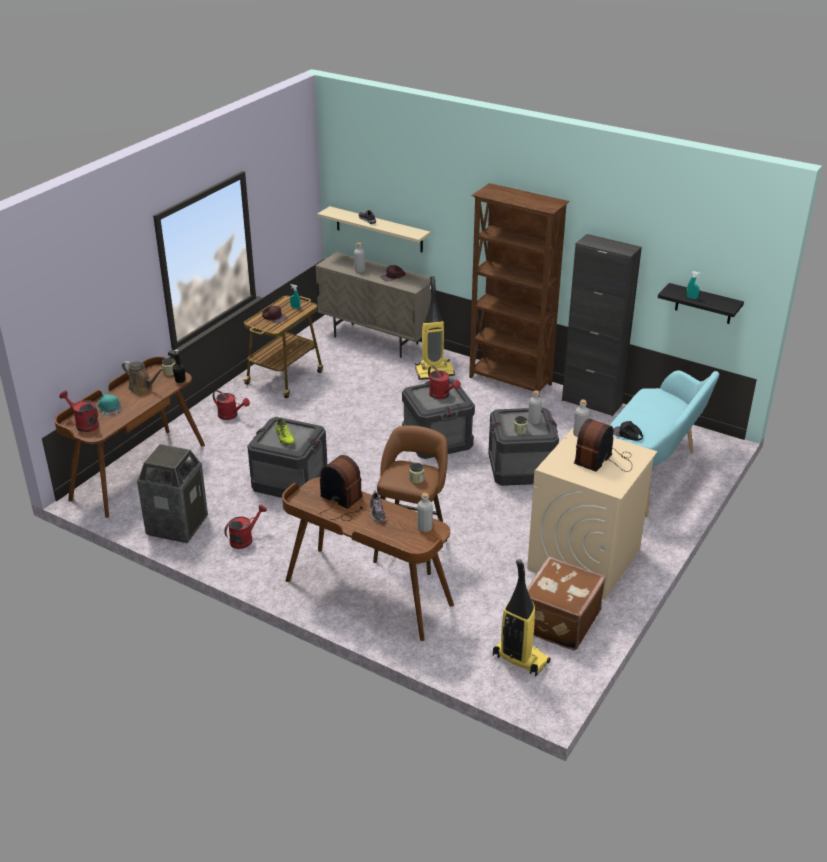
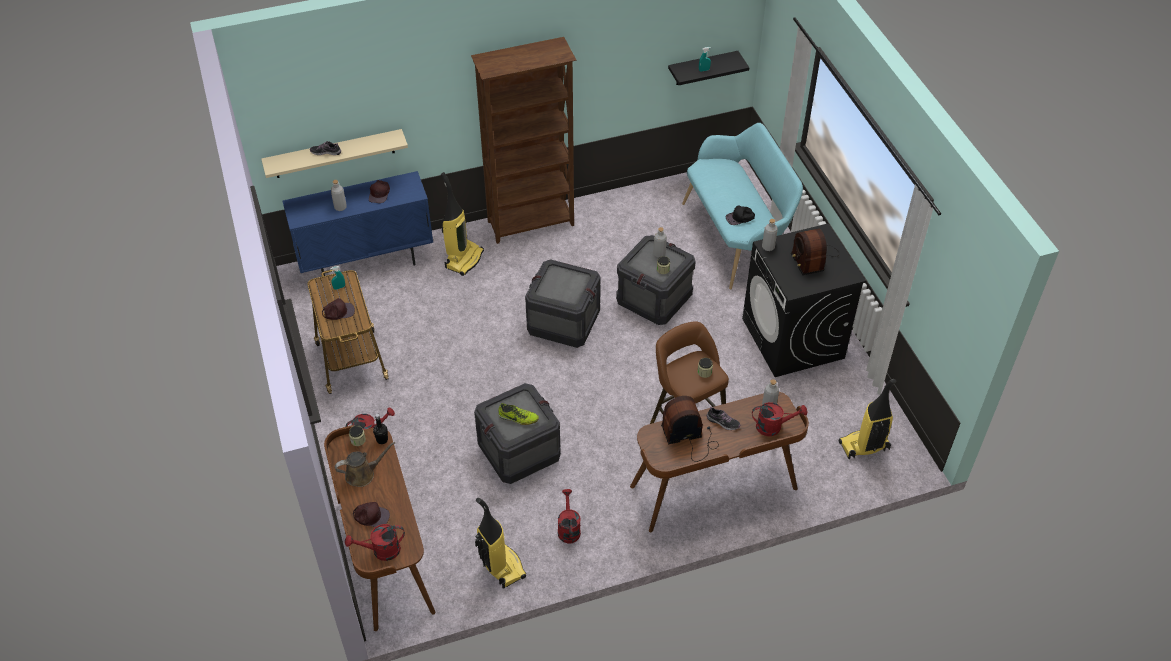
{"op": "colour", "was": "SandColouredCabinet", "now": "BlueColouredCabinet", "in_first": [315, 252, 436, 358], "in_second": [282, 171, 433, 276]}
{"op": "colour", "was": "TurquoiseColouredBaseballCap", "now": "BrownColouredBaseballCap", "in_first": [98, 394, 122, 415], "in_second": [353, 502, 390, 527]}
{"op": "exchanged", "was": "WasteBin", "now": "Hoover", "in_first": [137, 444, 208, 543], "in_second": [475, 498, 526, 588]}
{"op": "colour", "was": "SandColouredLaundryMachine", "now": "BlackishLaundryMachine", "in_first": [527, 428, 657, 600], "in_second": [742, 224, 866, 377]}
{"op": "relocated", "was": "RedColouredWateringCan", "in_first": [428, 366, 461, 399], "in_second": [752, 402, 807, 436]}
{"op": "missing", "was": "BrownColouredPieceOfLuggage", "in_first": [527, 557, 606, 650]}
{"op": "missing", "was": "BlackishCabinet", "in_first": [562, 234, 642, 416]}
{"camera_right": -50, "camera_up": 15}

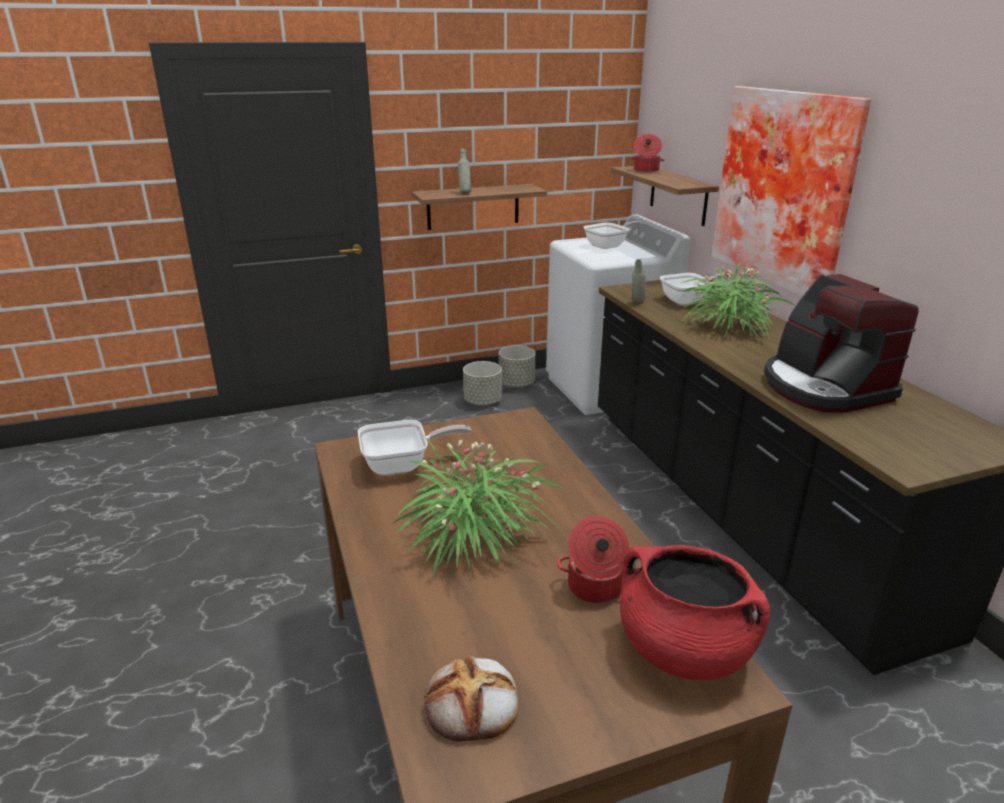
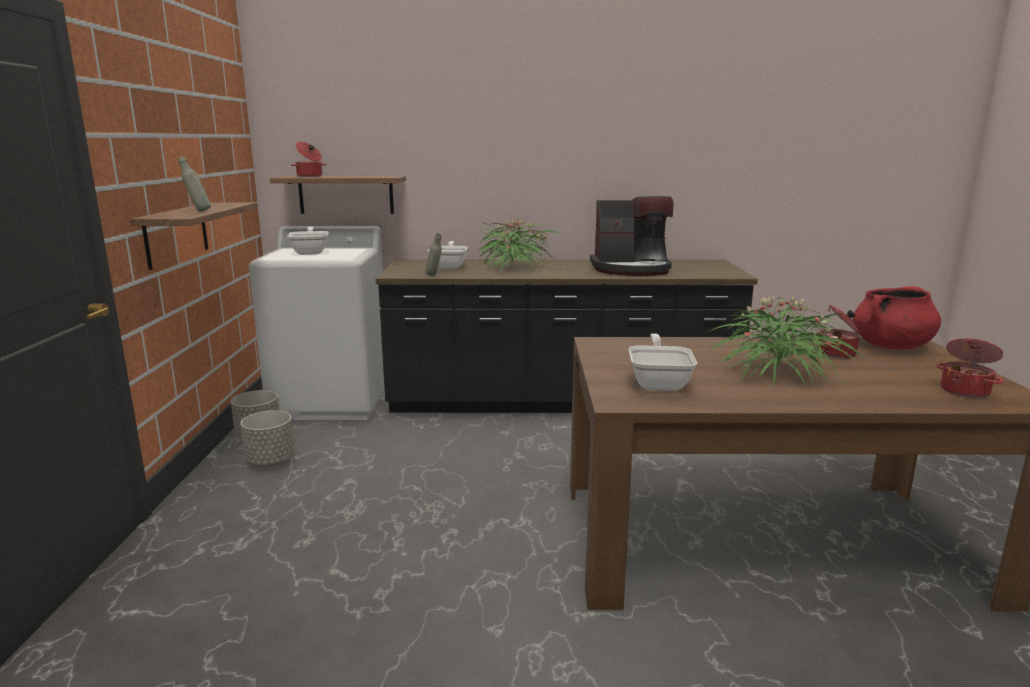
{"op": "exchanged", "was": "BakedBread", "now": "Saucepot", "in_first": [424, 656, 518, 741], "in_second": [937, 338, 1003, 398]}
{"op": "missing", "was": "Picture", "in_first": [712, 86, 871, 297]}
{"camera_right": -70, "camera_up": -10}

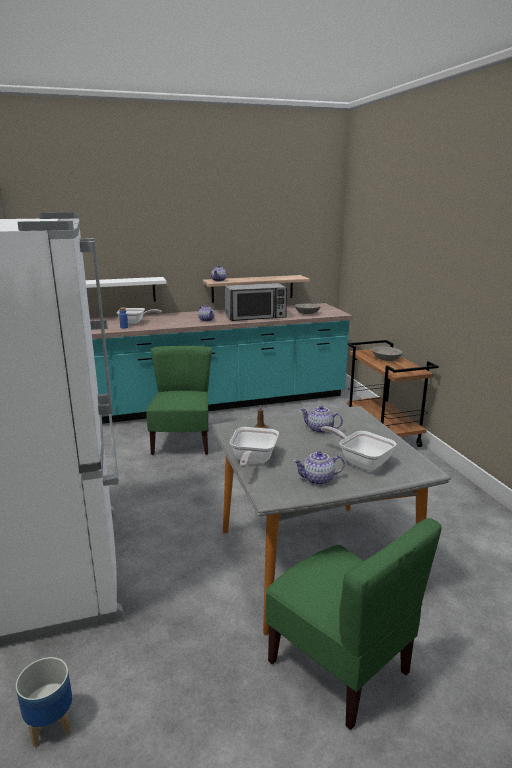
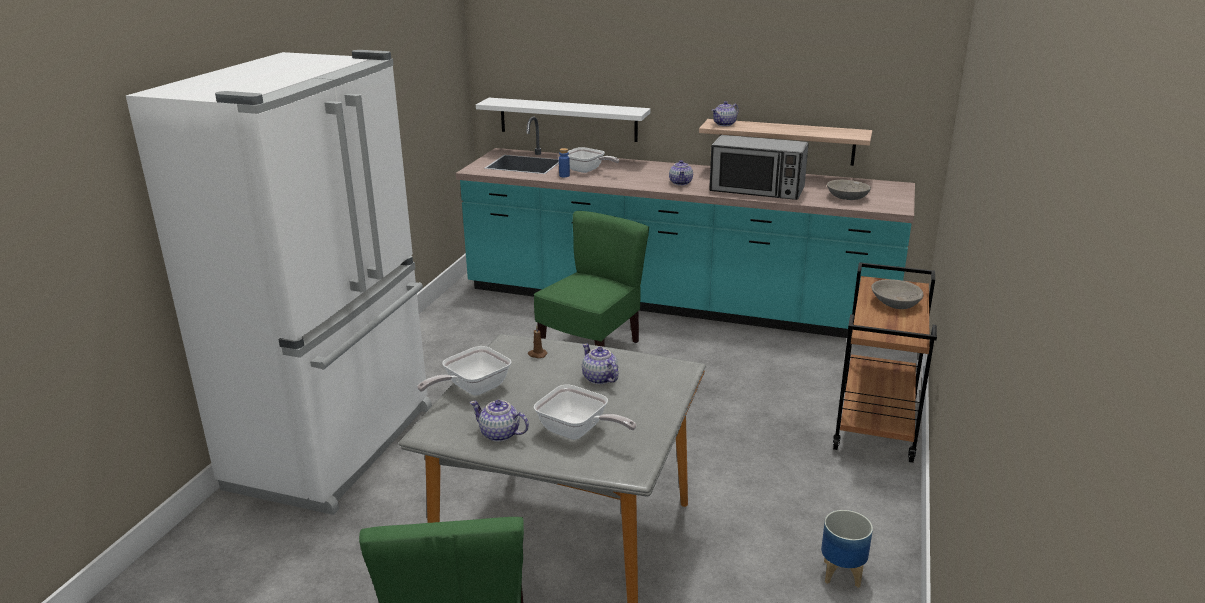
{"op": "spun", "was": "Pan", "in_first": [321, 426, 396, 471], "in_second": [534, 384, 636, 440], "clockwise": 135}
{"op": "relocated", "was": "PlantPot", "in_first": [16, 657, 72, 747], "in_second": [821, 510, 873, 588]}
{"camera_right": 35, "camera_up": 5}

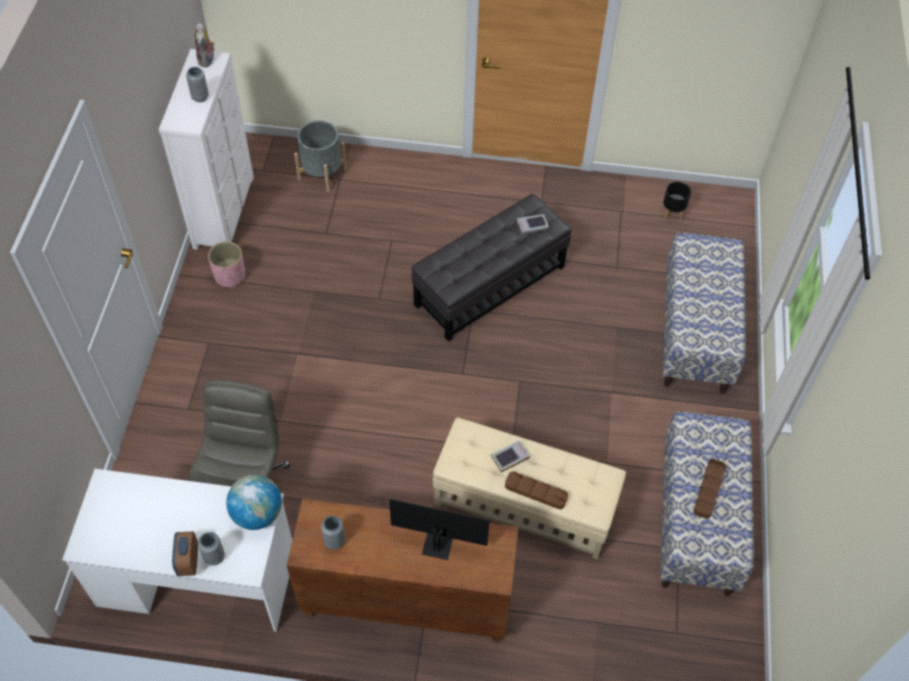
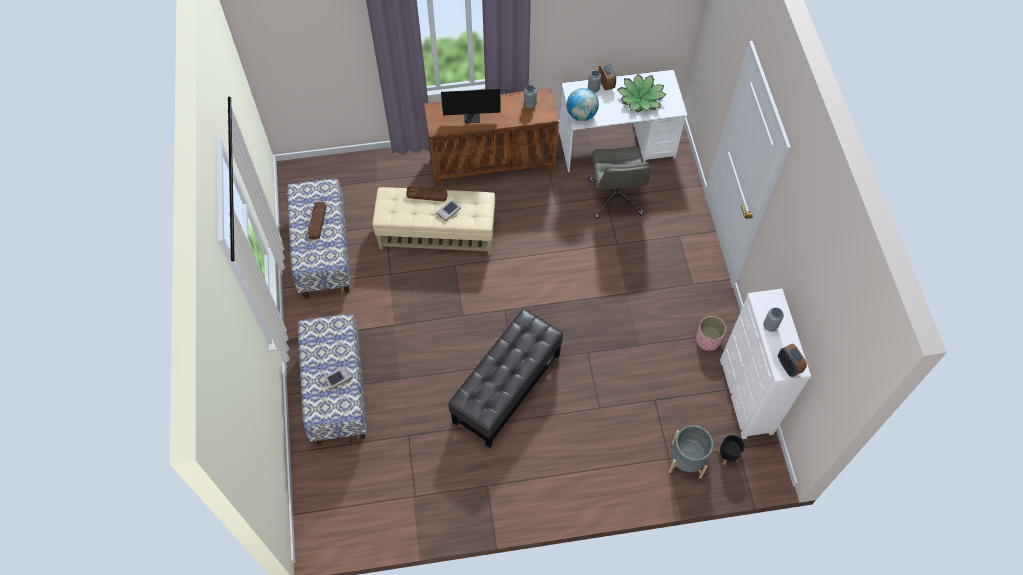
{"op": "relocated", "was": "Book", "in_first": [517, 214, 549, 234], "in_second": [324, 365, 352, 390]}
{"op": "appeared", "now": "PottedPlant", "in_second": [617, 74, 666, 113]}
{"op": "relocated", "was": "BlackishPlantPot", "in_first": [663, 181, 691, 220], "in_second": [718, 435, 745, 465]}
{"op": "exchanged", "was": "CuddlyToy", "now": "TableClock", "in_first": [195, 22, 215, 67], "in_second": [778, 344, 807, 377]}
{"camera_right": 165, "camera_up": 5}

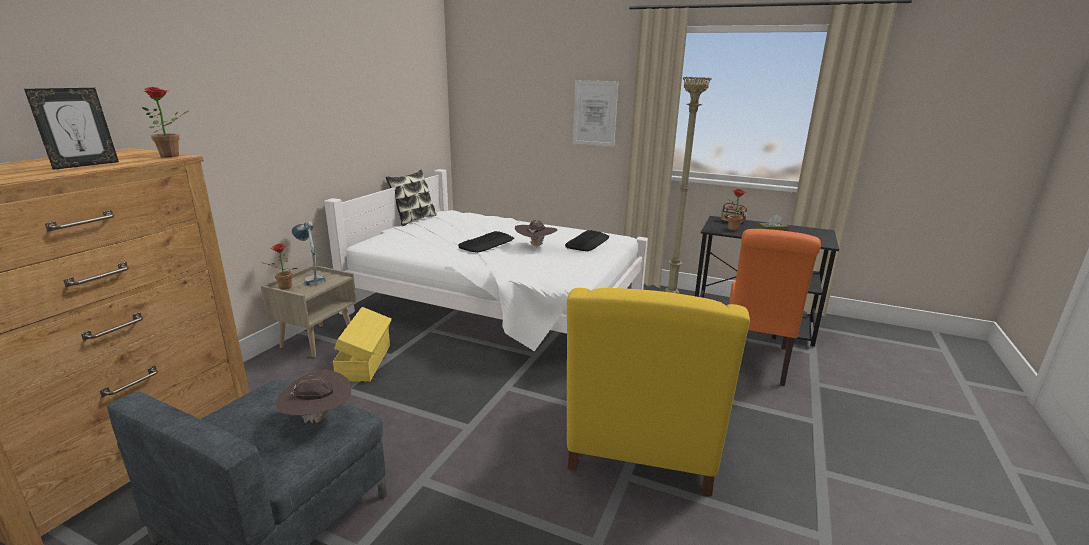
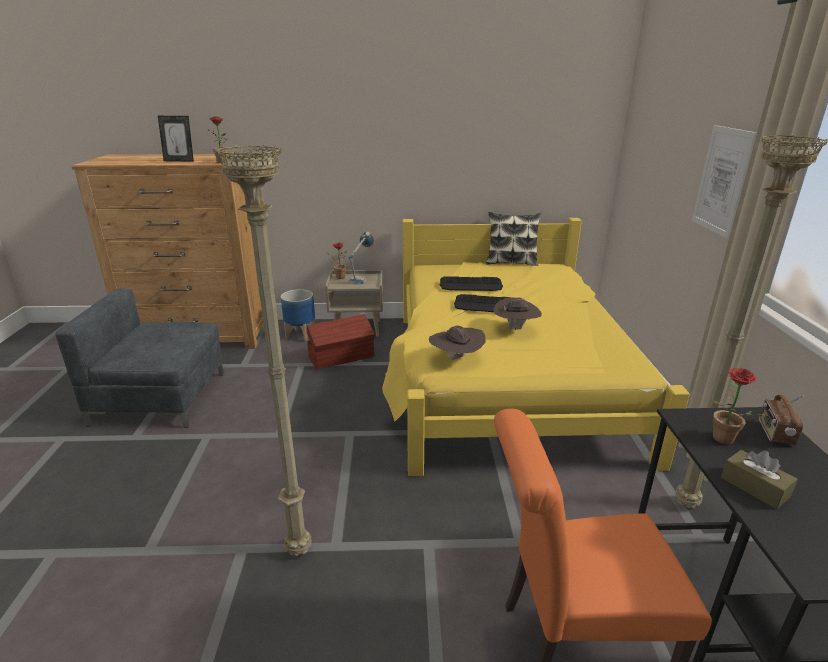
{"op": "exchanged", "was": "YellowishArmchair", "now": "SandColouredFloorLamp", "in_first": [567, 288, 750, 496], "in_second": [214, 145, 312, 557]}
{"op": "appeared", "now": "PlantPot", "in_second": [281, 289, 315, 342]}
{"op": "colour", "was": "YellowishStorageBox", "now": "BrownColouredStorageBox", "in_first": [333, 307, 392, 382], "in_second": [307, 314, 375, 369]}
{"op": "colour", "was": "WhiteColouredSleepingBed", "now": "YellowishSleepingBed", "in_first": [324, 169, 648, 351], "in_second": [382, 218, 690, 476]}
{"op": "relocated", "was": "BrownColouredWearableHat", "in_first": [275, 369, 351, 423], "in_second": [429, 325, 486, 360]}
{"op": "relocated", "was": "ComputerKeyboard", "in_first": [565, 230, 609, 251], "in_second": [440, 276, 503, 291]}
{"camera_right": 65, "camera_up": 5}

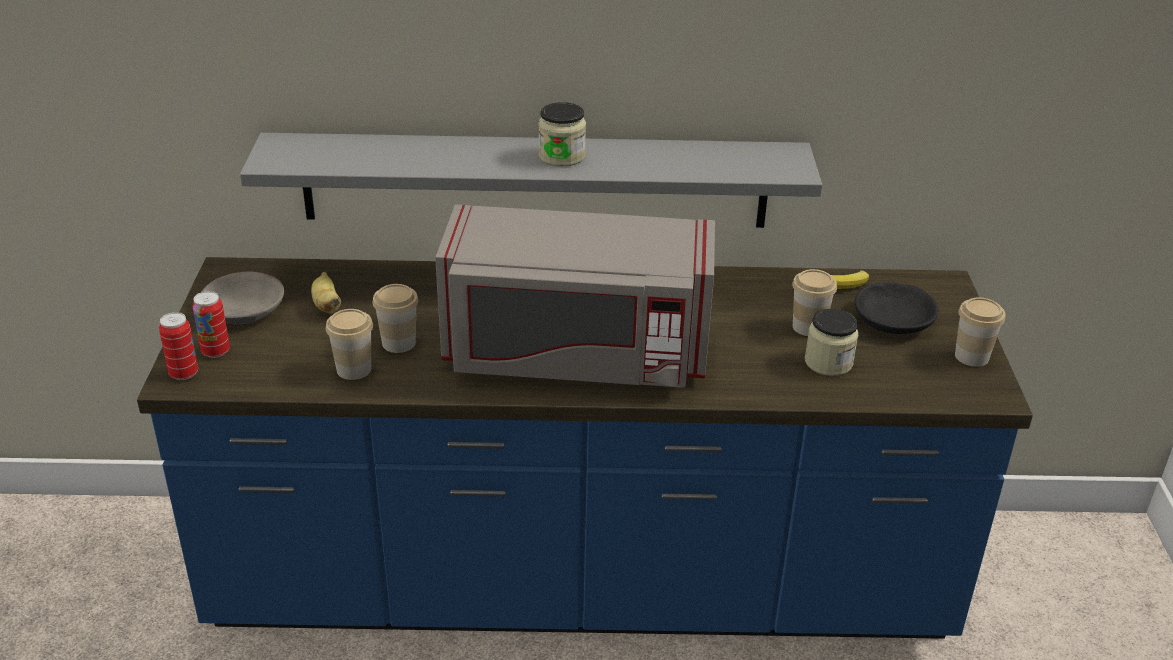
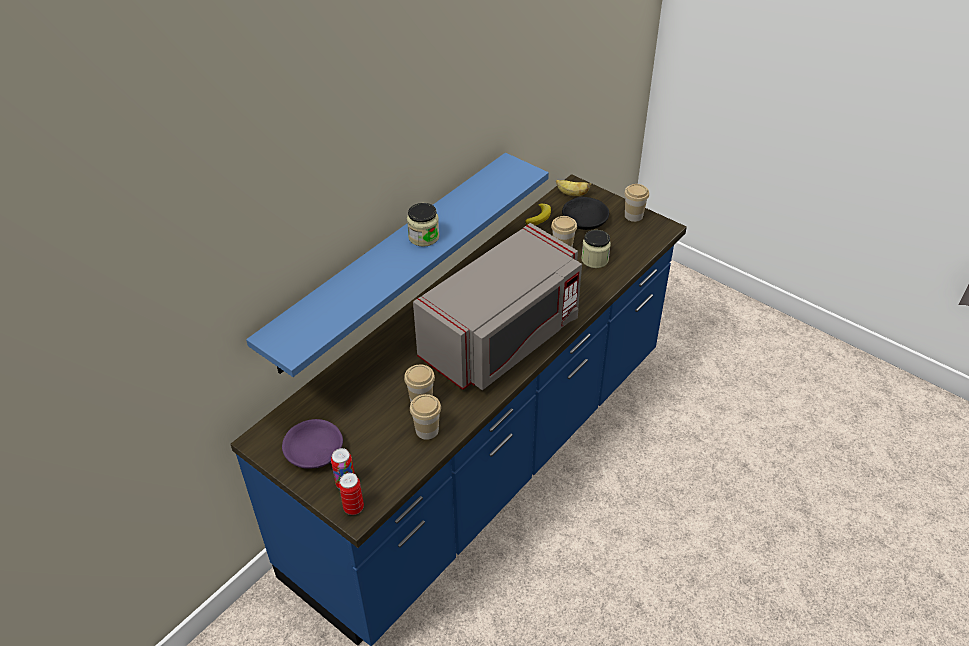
{"op": "colour", "was": "GrayShelf", "now": "BlueColouredShelf", "in_first": [240, 133, 822, 228], "in_second": [246, 153, 549, 377]}
{"op": "colour", "was": "GrayServingBowl", "now": "PurplishServingBowl", "in_first": [201, 271, 284, 324], "in_second": [282, 419, 343, 469]}
{"op": "relocated", "was": "WholeBanana", "in_first": [311, 272, 341, 314], "in_second": [556, 180, 591, 196]}
{"camera_right": -50, "camera_up": 10}

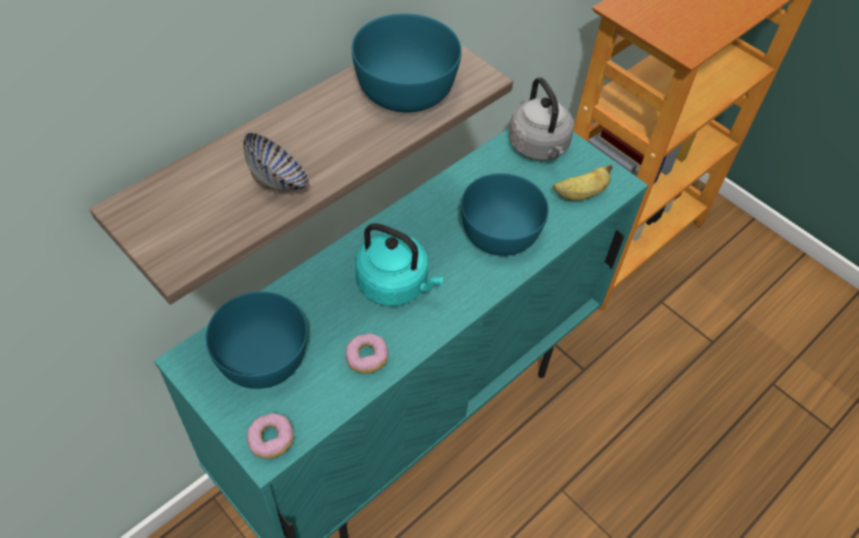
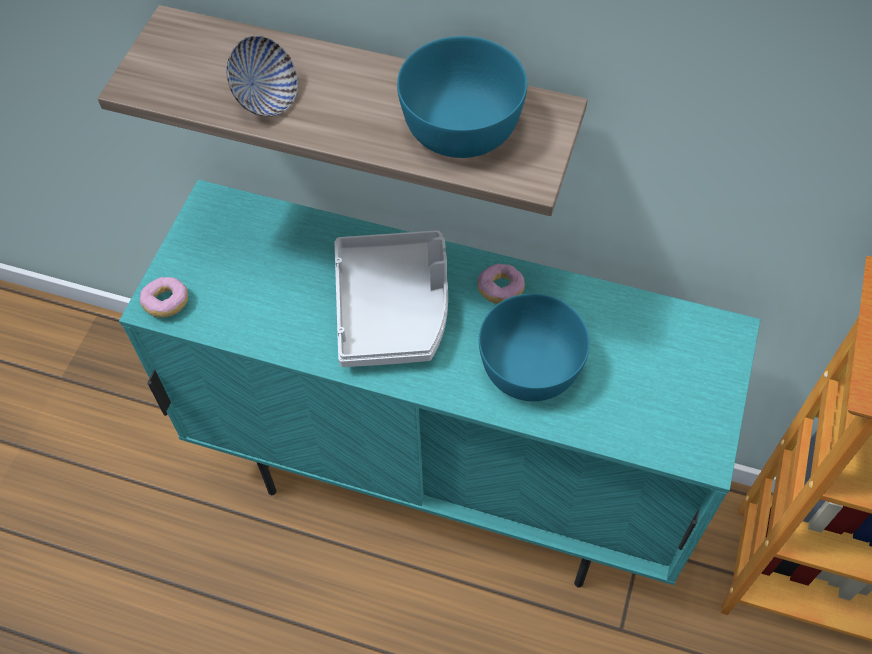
{"op": "exchanged", "was": "TurquoiseColouredKettle", "now": "GrayCarryingTray", "in_first": [355, 223, 444, 306], "in_second": [335, 230, 448, 367]}
{"op": "relocated", "was": "RingDoughnut", "in_first": [345, 333, 388, 374], "in_second": [477, 264, 525, 304]}
{"op": "missing", "was": "TurquoiseColouredServingBowl", "in_first": [206, 291, 307, 389]}
{"op": "missing", "was": "GrayKettle", "in_first": [509, 77, 574, 161]}
{"op": "missing", "was": "WholeBanana", "in_first": [553, 164, 613, 201]}
{"camera_right": 65, "camera_up": 5}

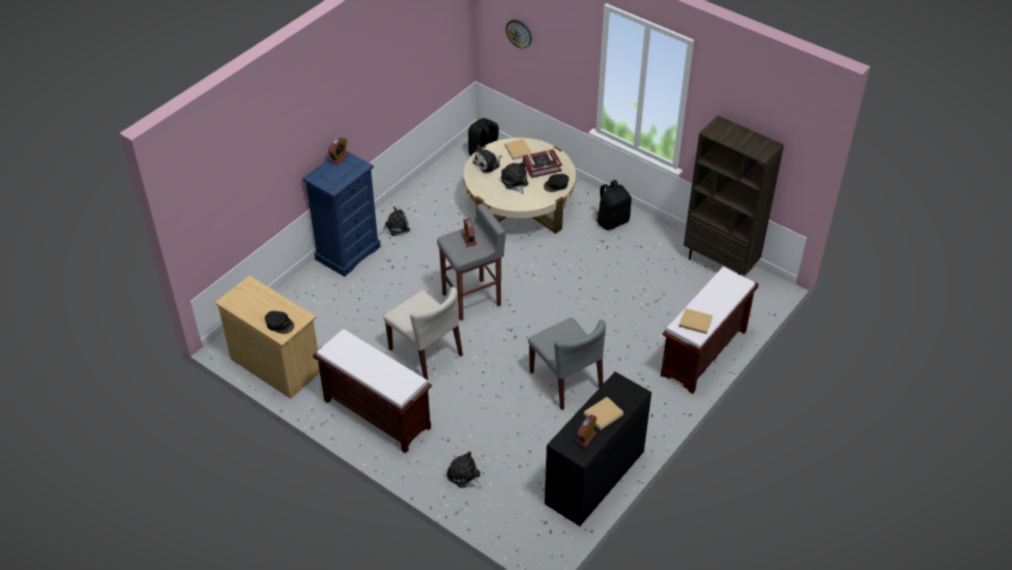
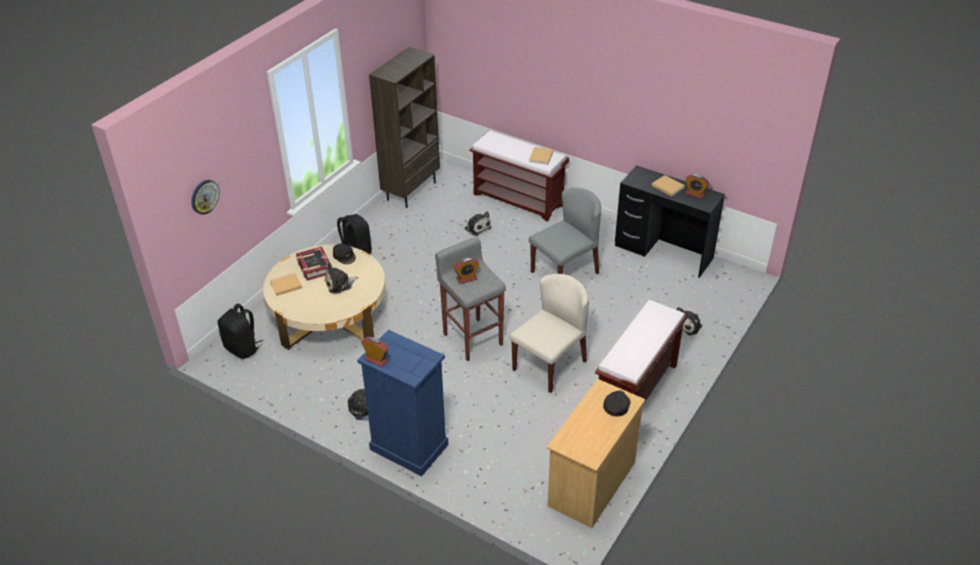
{"op": "relocated", "was": "CuddlyToy", "in_first": [473, 145, 502, 173], "in_second": [464, 212, 491, 236]}
{"camera_right": -95, "camera_up": -5}

